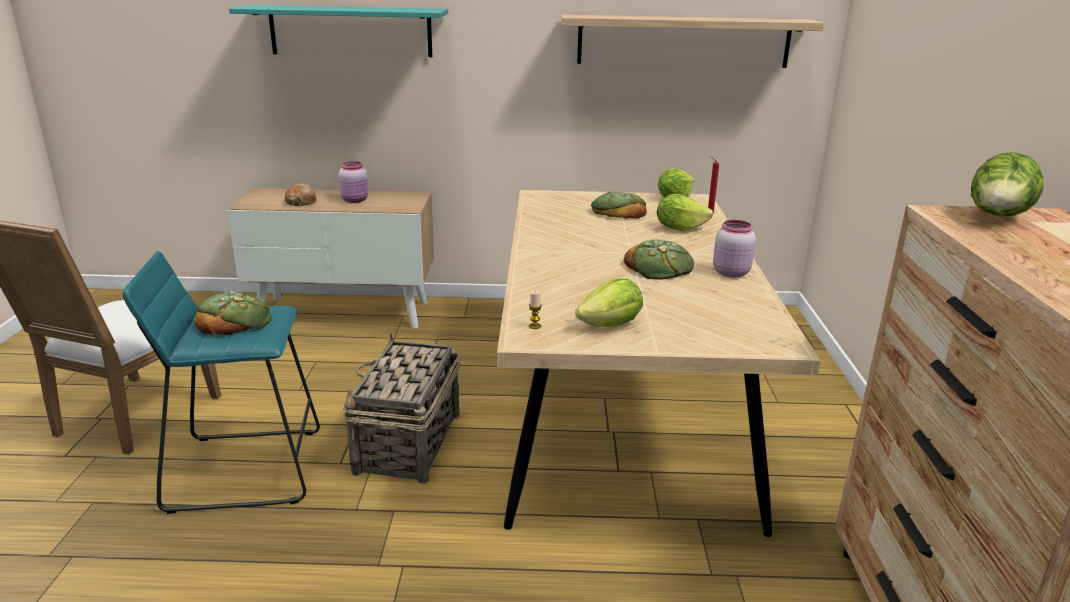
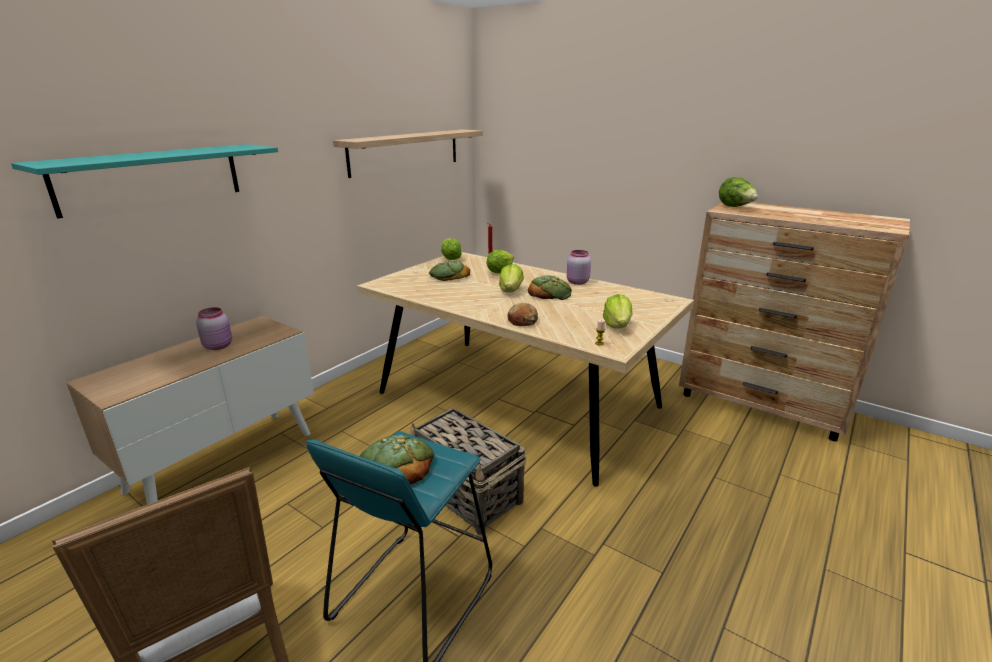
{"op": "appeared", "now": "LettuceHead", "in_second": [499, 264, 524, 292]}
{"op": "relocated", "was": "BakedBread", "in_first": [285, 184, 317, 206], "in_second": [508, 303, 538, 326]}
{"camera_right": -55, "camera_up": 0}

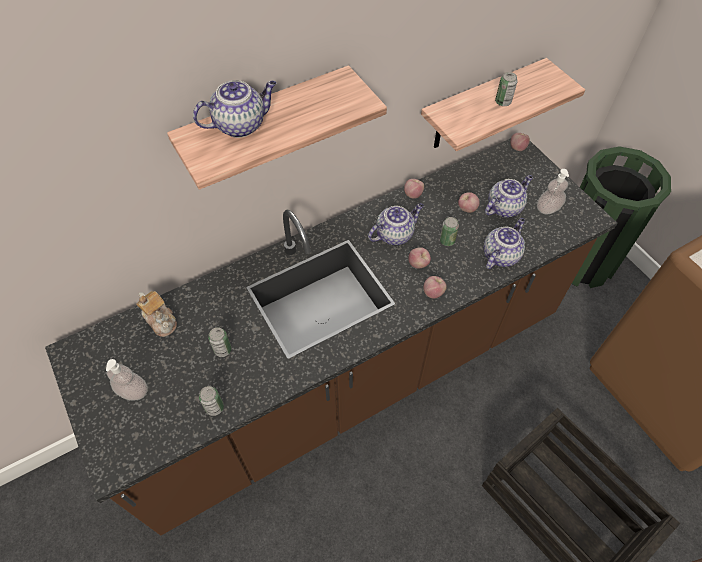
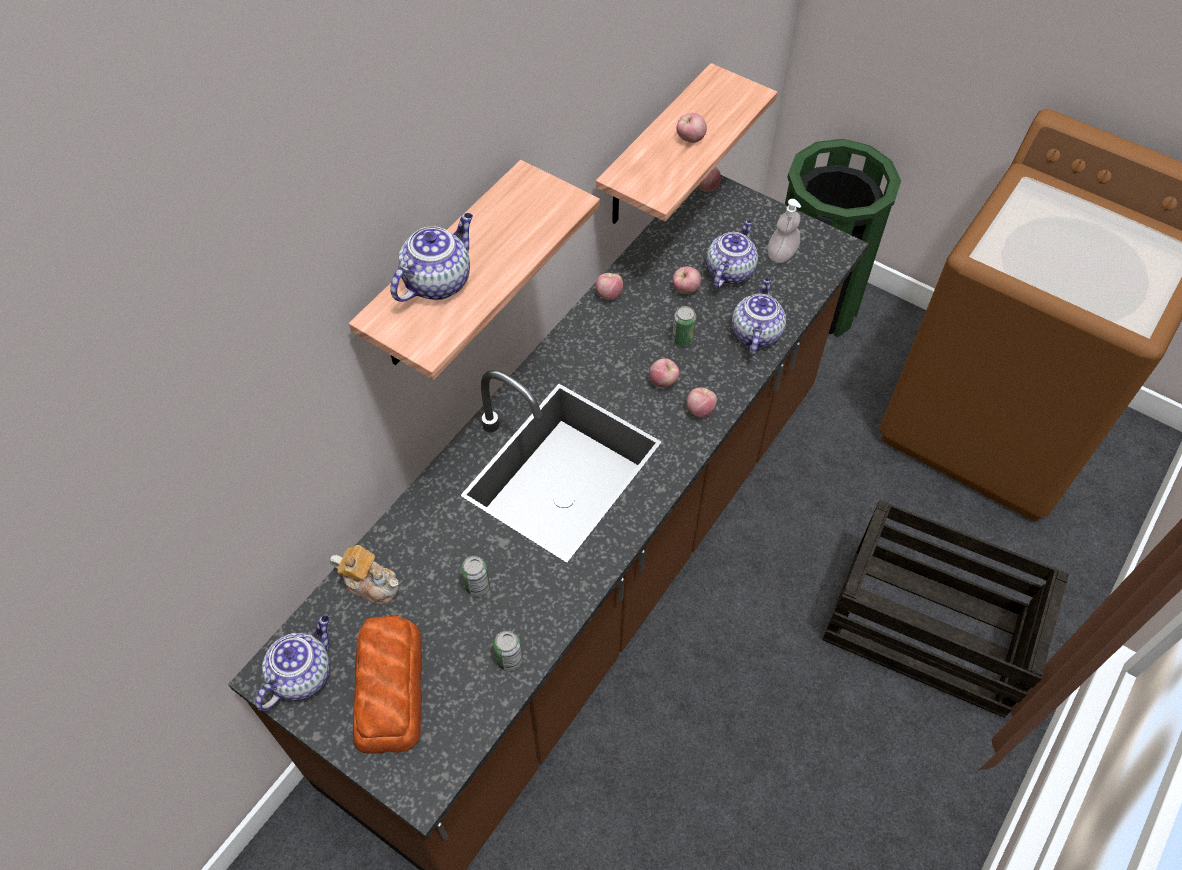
{"op": "relocated", "was": "Teapot", "in_first": [368, 203, 424, 245], "in_second": [255, 615, 330, 711]}
{"op": "exchanged", "was": "LiquidSoapBottle", "now": "BakedBread", "in_first": [106, 359, 148, 401], "in_second": [353, 616, 422, 754]}
{"op": "exchanged", "was": "MetalCan", "now": "AppleFruit", "in_first": [495, 72, 518, 106], "in_second": [676, 113, 707, 143]}
{"camera_right": -25, "camera_up": 0}

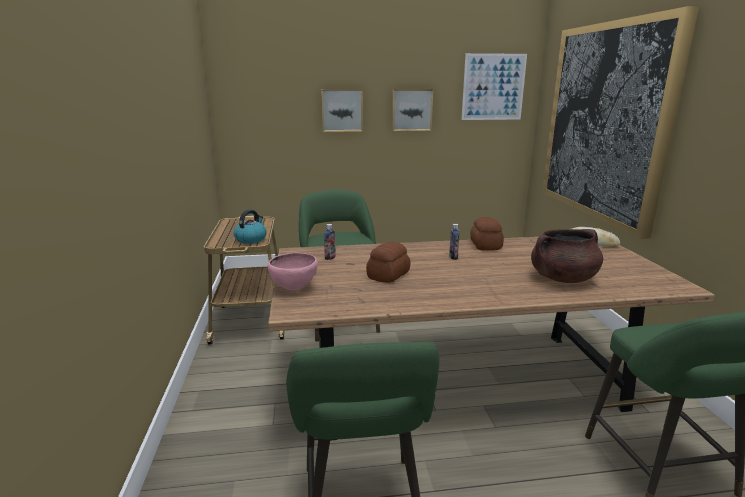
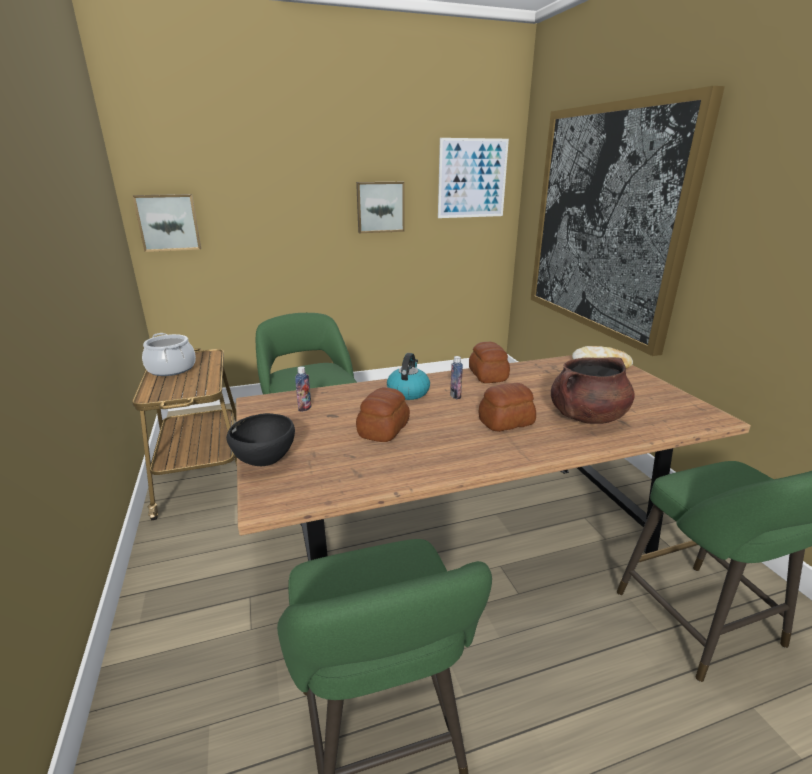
{"op": "relocated", "was": "Picture", "in_first": [321, 89, 363, 132], "in_second": [133, 194, 201, 252]}
{"op": "appeared", "now": "Saucepot", "in_second": [142, 333, 196, 376]}
{"op": "colour", "was": "PinkColouredServingBowl", "now": "BlackishServingBowl", "in_first": [267, 253, 318, 290], "in_second": [226, 413, 295, 466]}
{"op": "relocated", "was": "Kettle", "in_first": [234, 210, 267, 244], "in_second": [387, 353, 430, 400]}
{"op": "appeared", "now": "BakedBread", "in_second": [479, 383, 536, 432]}
{"camera_right": -10, "camera_up": 5}

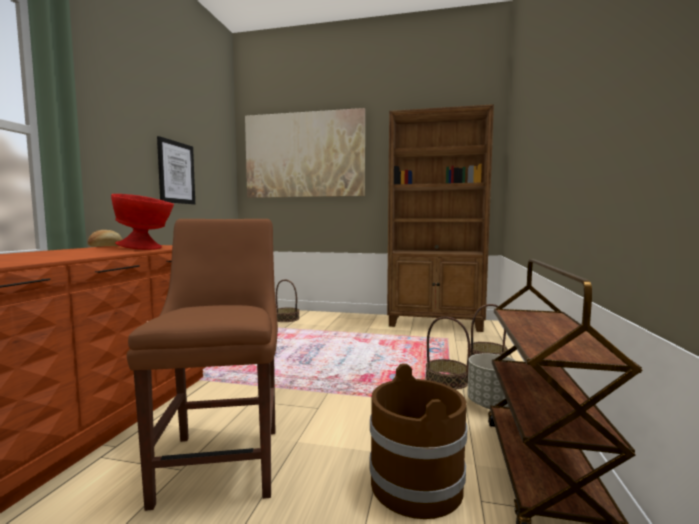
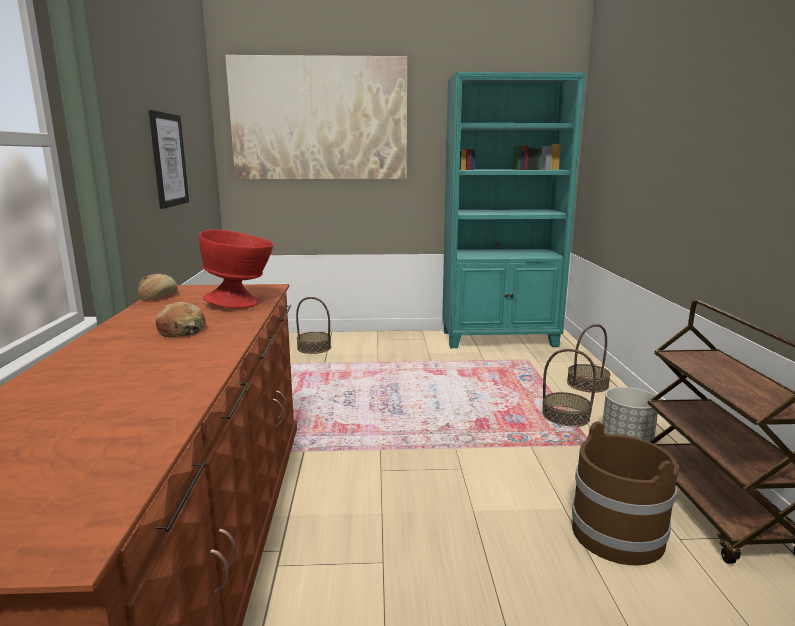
{"op": "appeared", "now": "BakedBread", "in_second": [156, 302, 206, 337]}
{"op": "colour", "was": "BrownColouredBookshelf", "now": "TurquoiseColouredBookshelf", "in_first": [387, 104, 494, 332], "in_second": [442, 72, 586, 348]}
{"op": "missing", "was": "BrownColouredPlainChair", "in_first": [127, 219, 278, 511]}
{"camera_right": -15, "camera_up": 10}

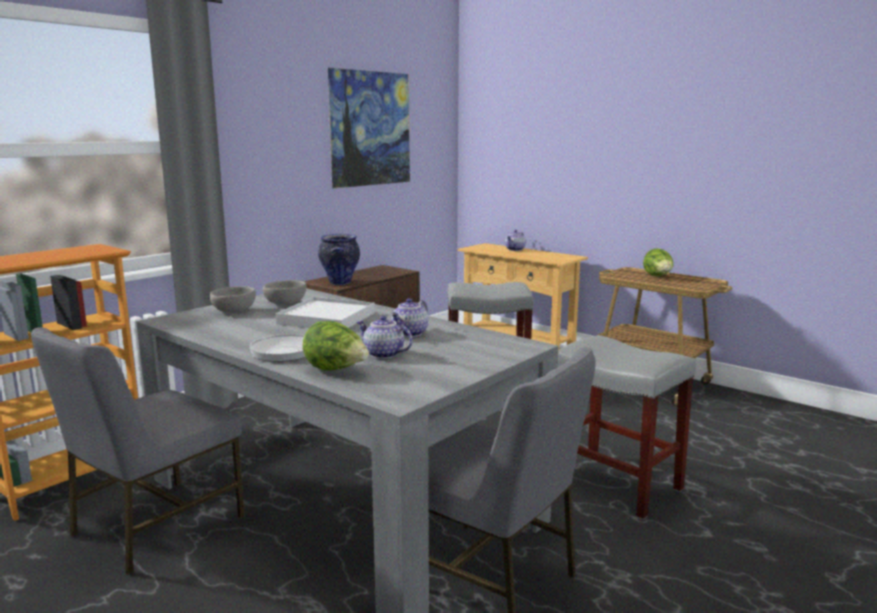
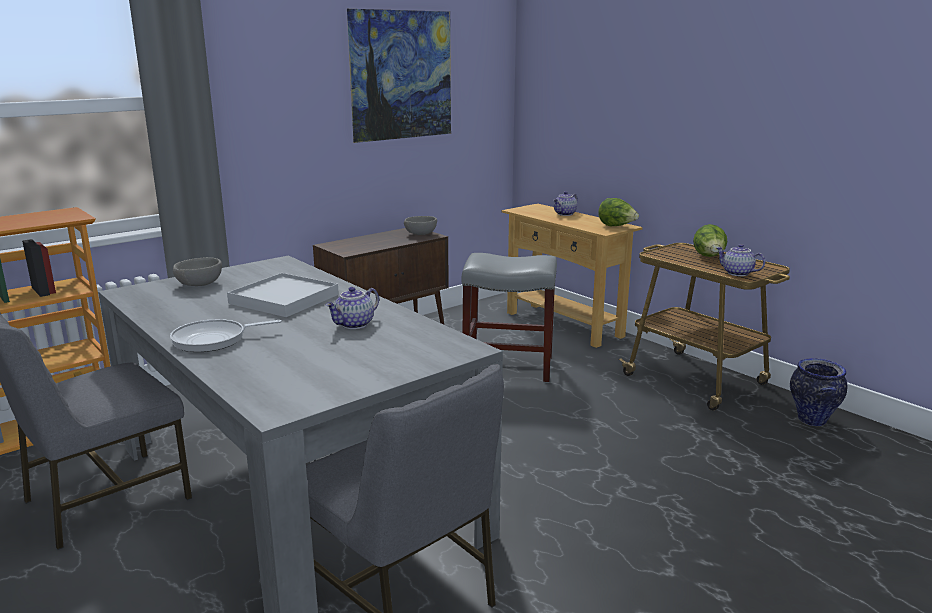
{"op": "relocated", "was": "GrayServingBowl", "in_first": [263, 280, 307, 305], "in_second": [404, 216, 437, 235]}
{"op": "relocated", "was": "LettuceHead", "in_first": [302, 321, 369, 371], "in_second": [598, 198, 639, 226]}
{"op": "relocated", "was": "Teapot", "in_first": [357, 316, 413, 359], "in_second": [716, 244, 765, 276]}
{"op": "relocated", "was": "Vase", "in_first": [318, 234, 360, 285], "in_second": [790, 358, 847, 426]}
{"op": "missing", "was": "GrayStoolSeat", "in_first": [558, 335, 696, 520]}
{"camera_right": 10, "camera_up": 5}

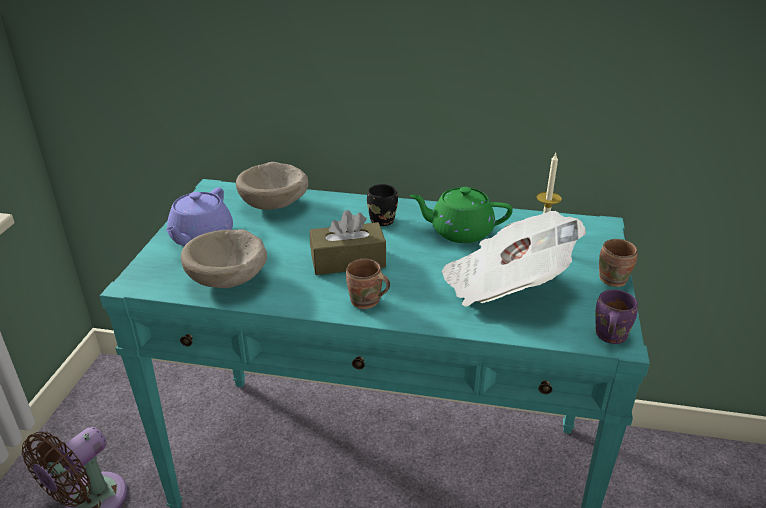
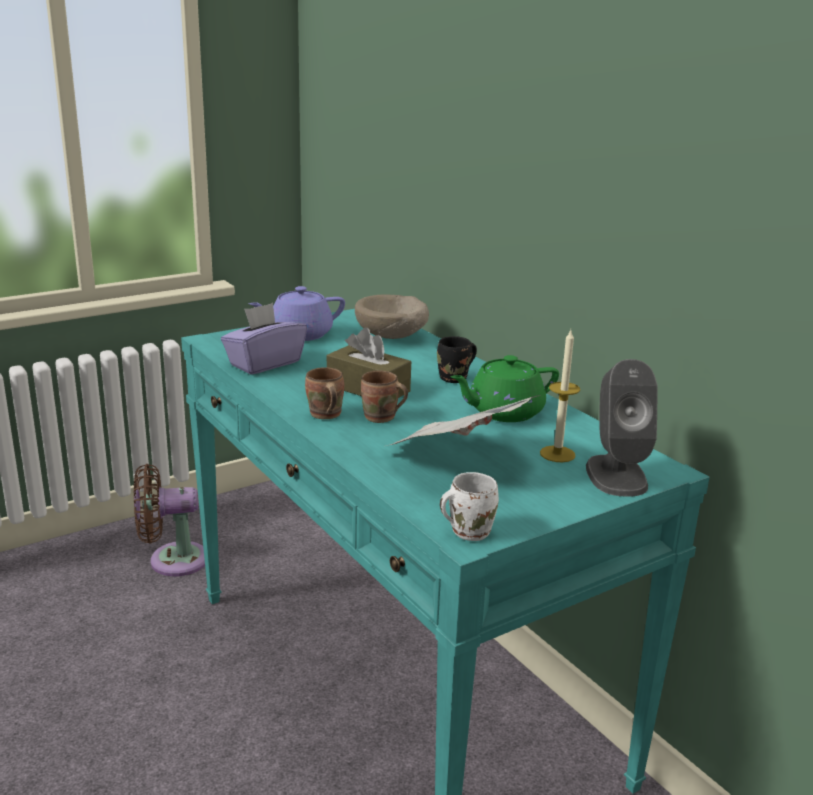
{"op": "exchanged", "was": "SandColouredServingBowl", "now": "PurplishTissueHolder", "in_first": [181, 229, 267, 288], "in_second": [221, 303, 307, 375]}
{"op": "relocated", "was": "BrownColouredCoffeeMug", "in_first": [599, 239, 638, 287], "in_second": [361, 370, 408, 423]}
{"op": "colour", "was": "PurplishCoffeeMug", "now": "WhiteColouredCoffeeMug", "in_first": [595, 290, 638, 344], "in_second": [440, 472, 499, 541]}
{"op": "spun", "was": "GreenTeapot", "in_first": [410, 187, 513, 243], "in_second": [451, 355, 559, 422], "clockwise": -75}
{"op": "appeared", "now": "GrayLoudspeaker", "in_second": [586, 359, 658, 497]}
{"camera_right": 45, "camera_up": -10}

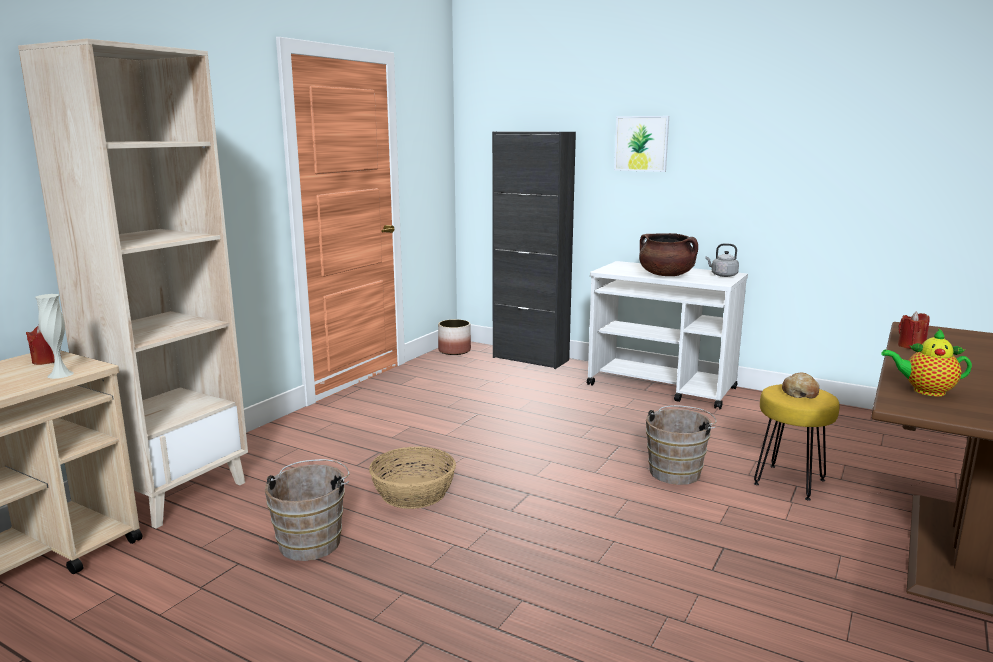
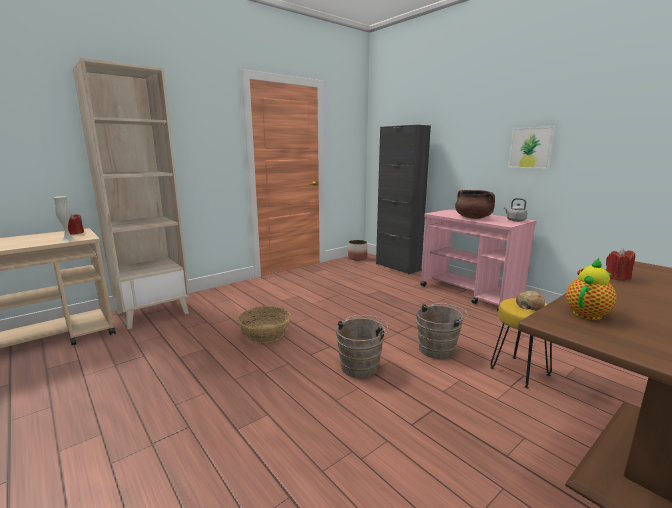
{"op": "relocated", "was": "BrownColouredWaterBucket", "in_first": [265, 459, 349, 561], "in_second": [336, 315, 388, 378]}
{"op": "colour", "was": "WhiteColouredTrolley", "now": "PinkColouredTrolley", "in_first": [587, 261, 748, 410], "in_second": [420, 209, 536, 311]}
{"op": "relocated", "was": "Picture", "in_first": [614, 116, 669, 172], "in_second": [508, 126, 556, 169]}
{"op": "spun", "was": "Teapot", "in_first": [882, 328, 972, 396], "in_second": [566, 258, 617, 320], "clockwise": 105}
{"camera_right": 20, "camera_up": 0}

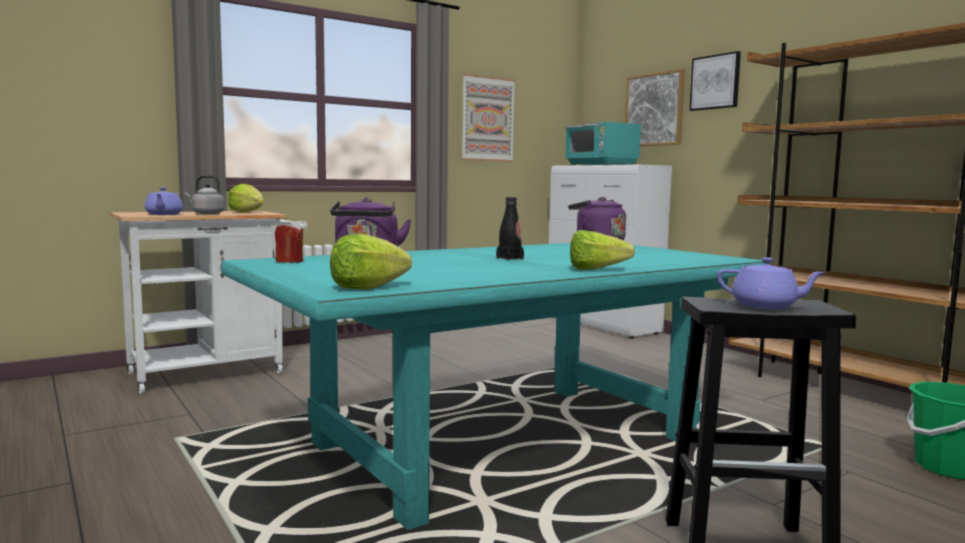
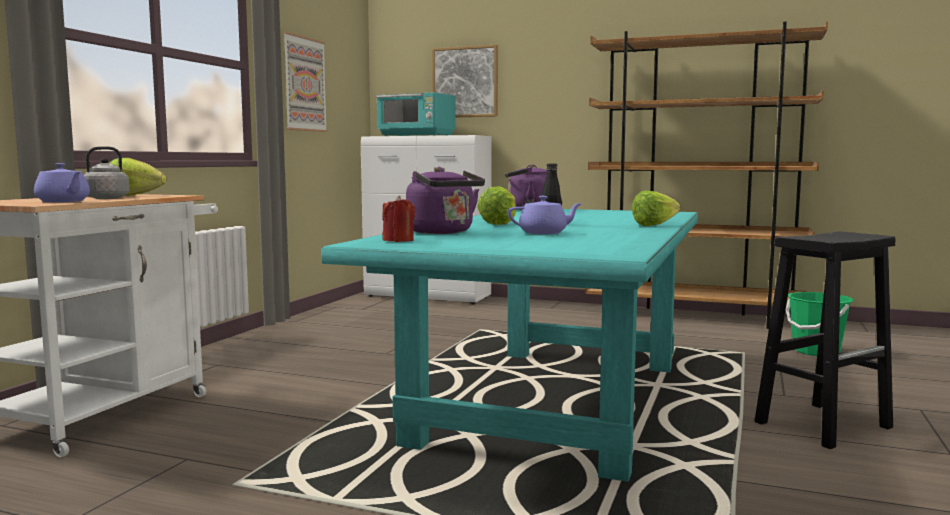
{"op": "relocated", "was": "LettuceHead", "in_first": [330, 234, 412, 289], "in_second": [477, 186, 516, 225]}
{"op": "relocated", "was": "PurplishTeapot", "in_first": [717, 257, 826, 309], "in_second": [508, 196, 583, 234]}
{"op": "missing", "was": "Picture", "in_first": [689, 51, 741, 111]}
{"camera_right": -35, "camera_up": 0}

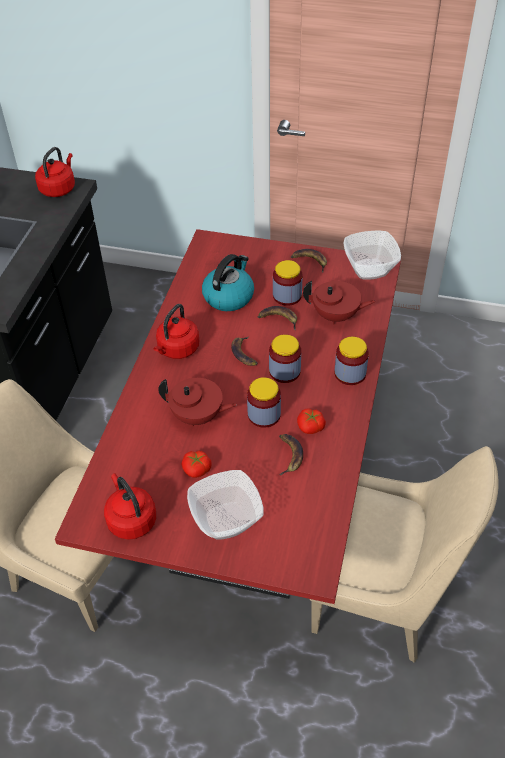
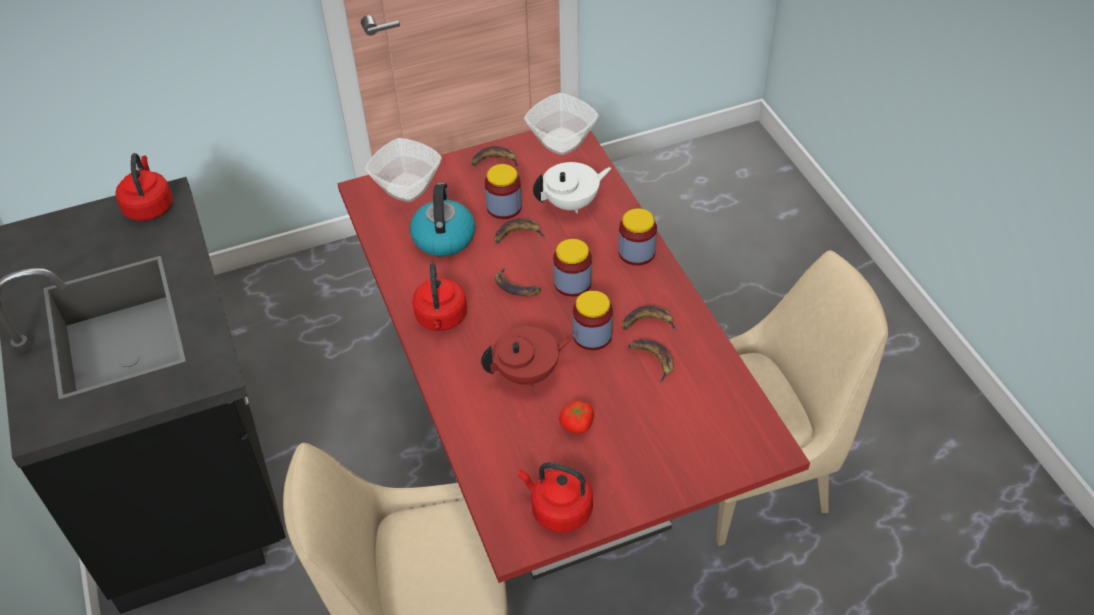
{"op": "relocated", "was": "ServingBowl", "in_first": [187, 470, 263, 540], "in_second": [365, 138, 442, 202]}
{"op": "colour", "was": "RedColouredTeapot", "now": "WhiteColouredTeapot", "in_first": [303, 281, 376, 325], "in_second": [533, 162, 612, 213]}
{"op": "exchanged", "was": "FreshTomato", "now": "WholeBanana", "in_first": [297, 408, 326, 434], "in_second": [622, 306, 677, 331]}
{"camera_right": -35, "camera_up": 0}

